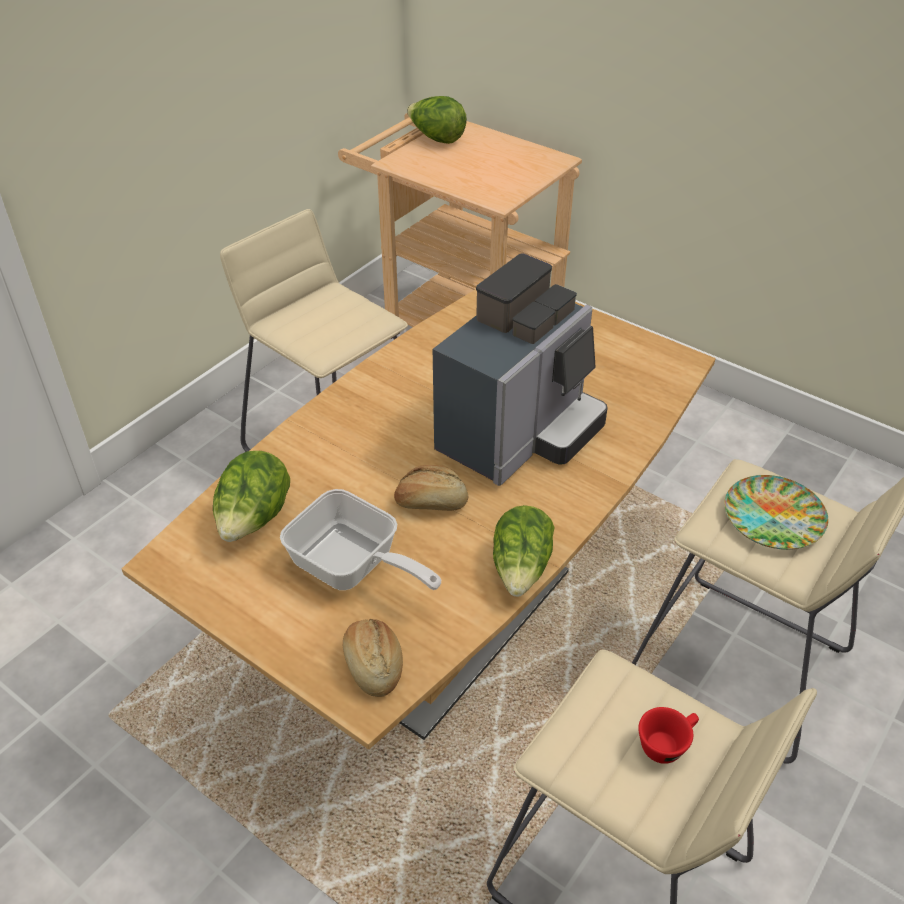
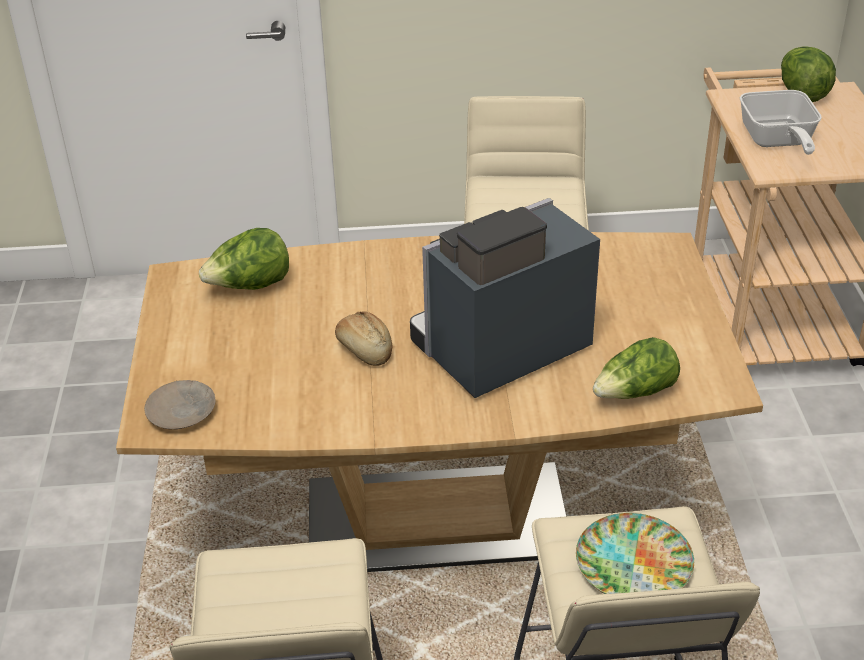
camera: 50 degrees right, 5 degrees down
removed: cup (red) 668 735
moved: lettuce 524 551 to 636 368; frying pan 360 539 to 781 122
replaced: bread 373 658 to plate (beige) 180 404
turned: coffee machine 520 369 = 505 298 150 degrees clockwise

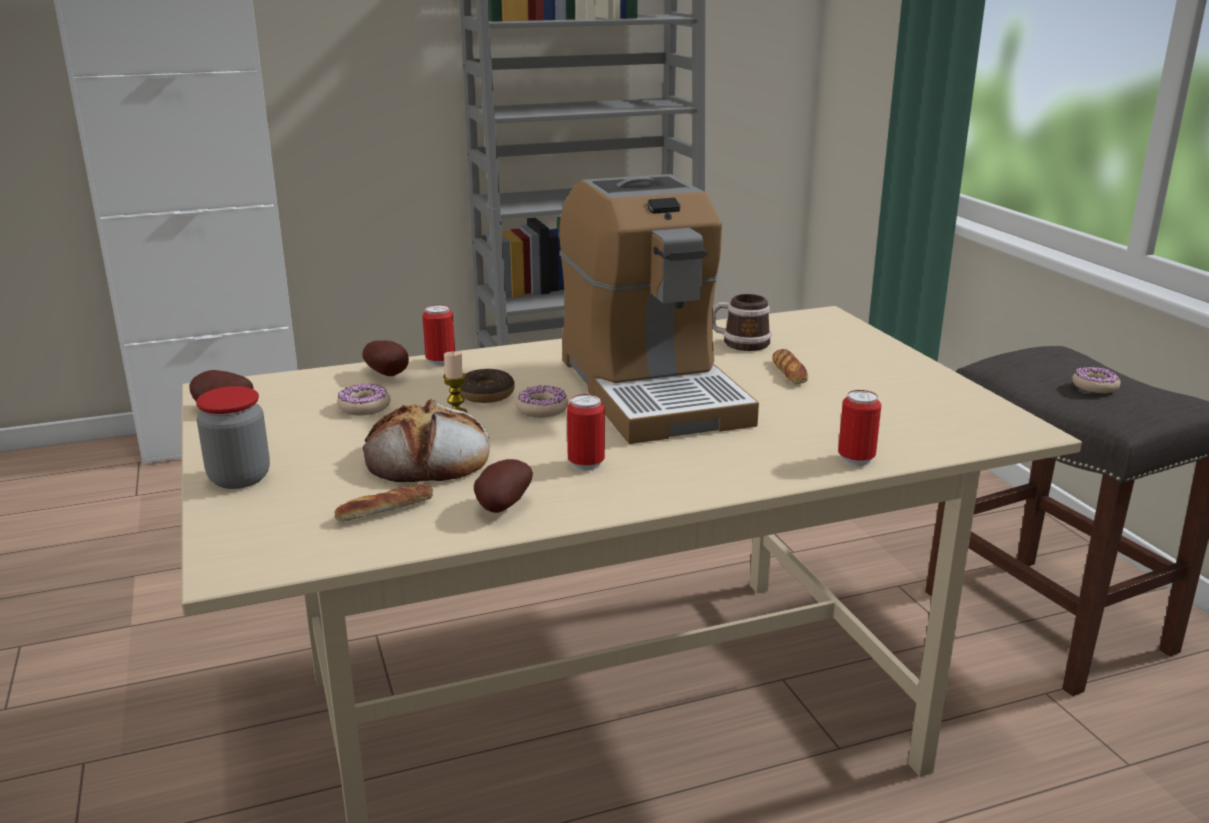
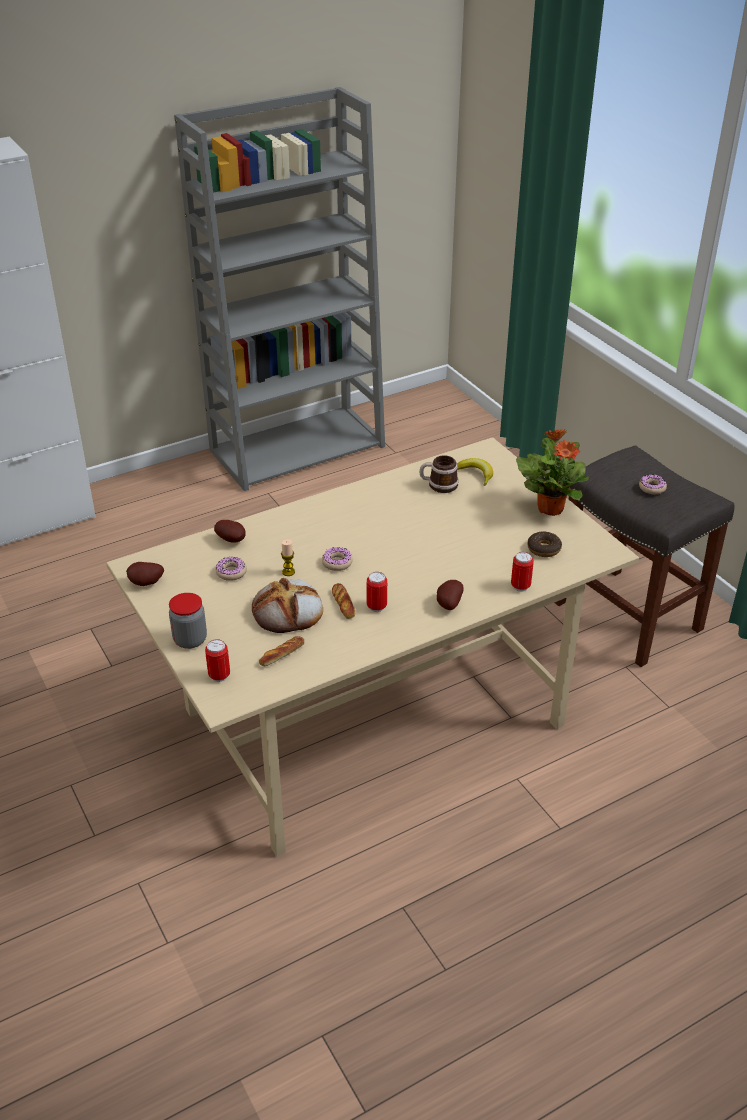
camera: 10 degrees left, 15 degrees up
removed: coffee machine 659 309
added: banana 475 472; potted plant 552 472
moved: can 438 335 to 217 660; bread 790 367 to 343 601; potato 503 486 to 450 595; donut 487 386 to 545 544

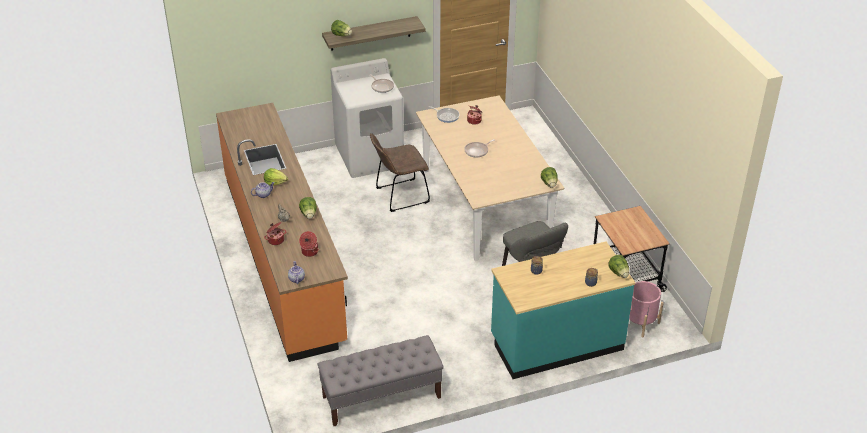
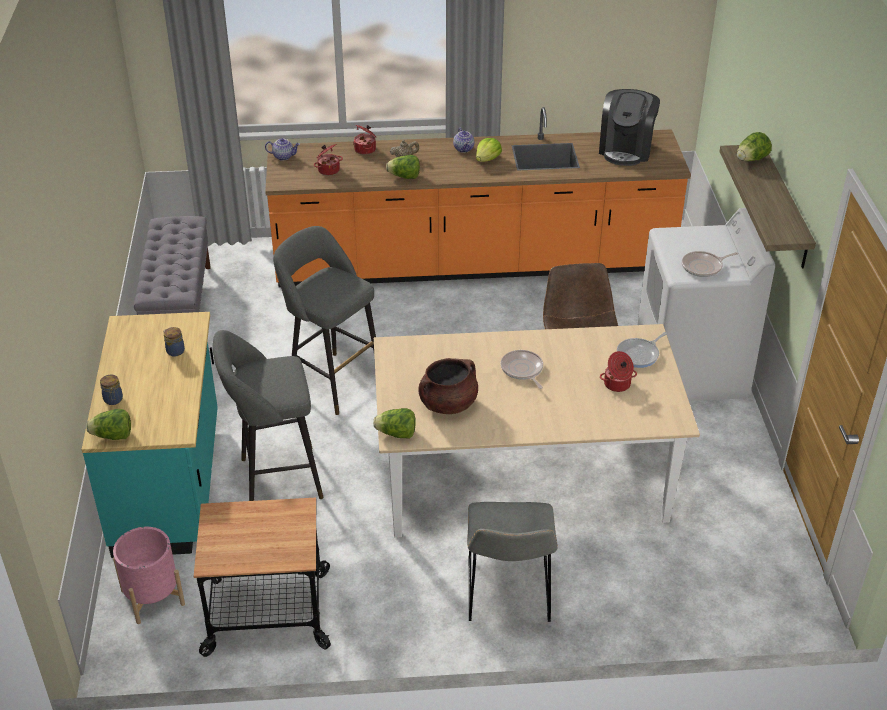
camera: 105 degrees right, 0 degrees up
added: stool (grey) 324 320; cooking pot (brown) 448 386; chair (grey) 512 562; coffee machine 629 127

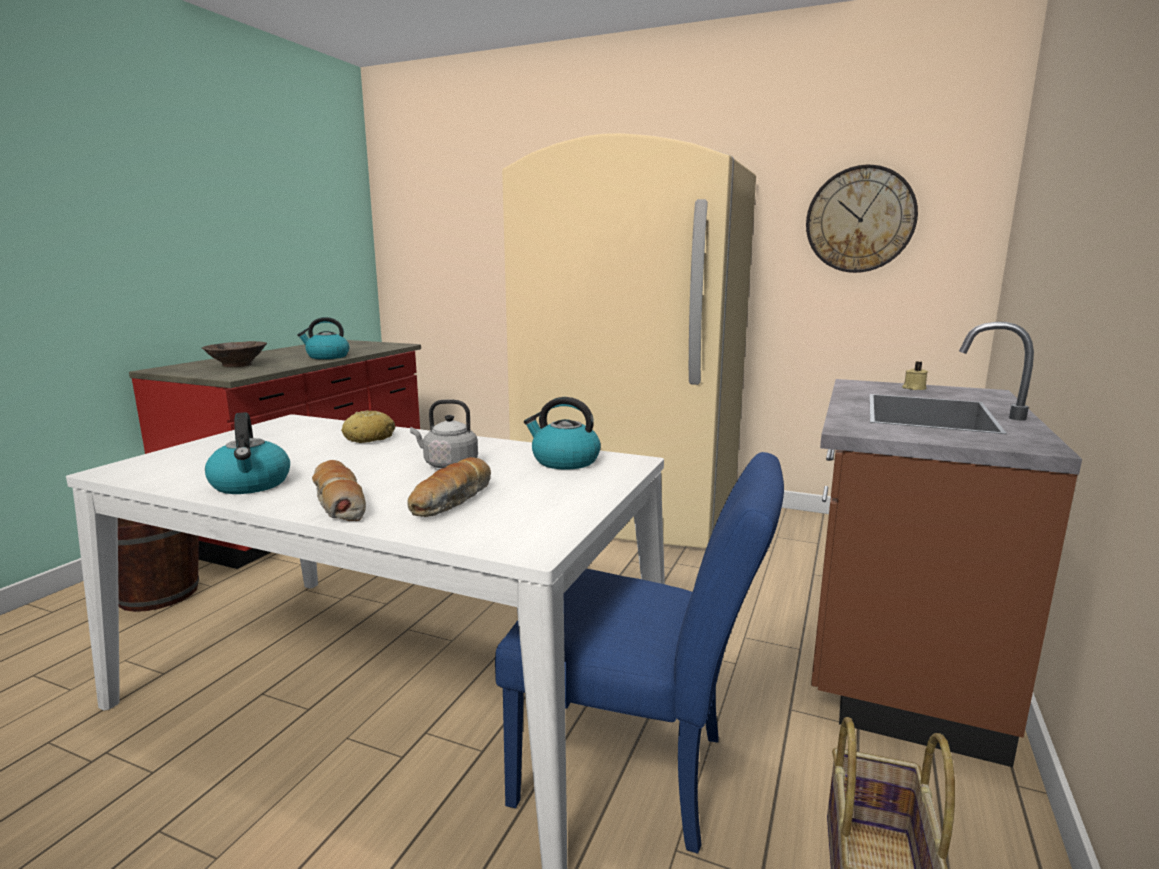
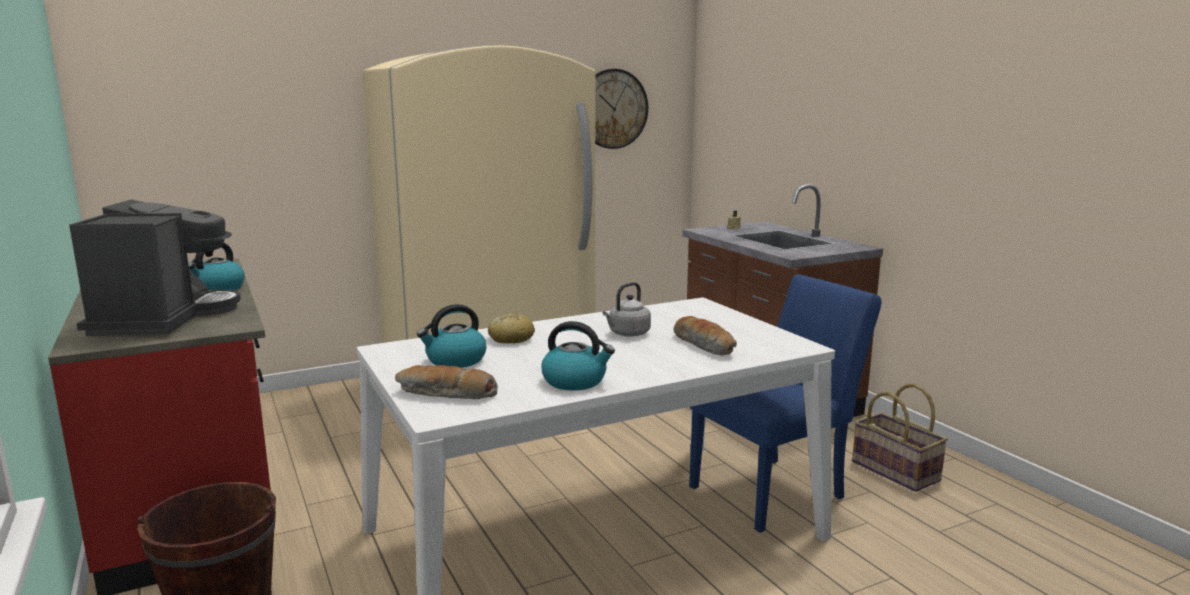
camera: 50 degrees left, 0 degrees up
moved: bread 339 490 to 446 382; kettle 562 433 to 452 336
replaced: bowl (brown) 234 354 to coffee machine 155 268

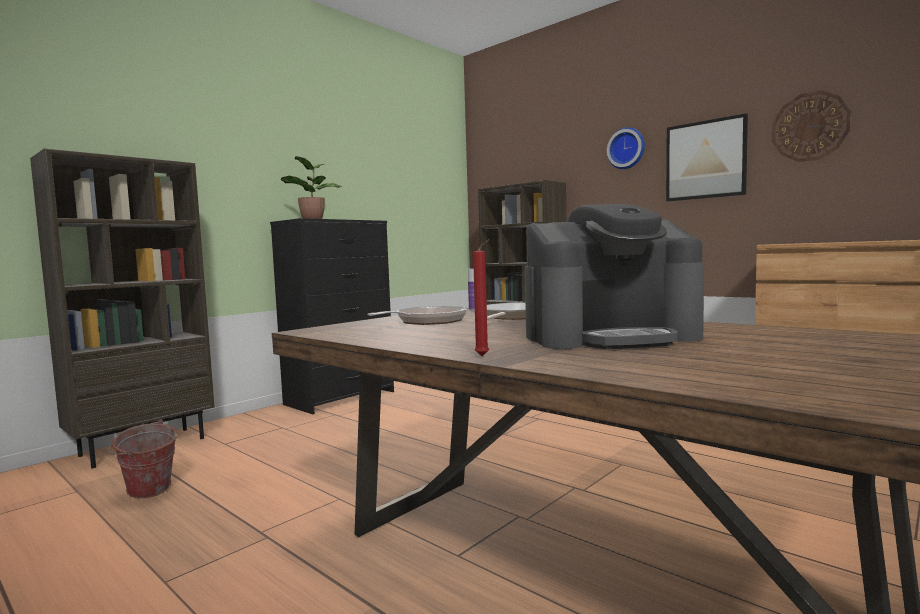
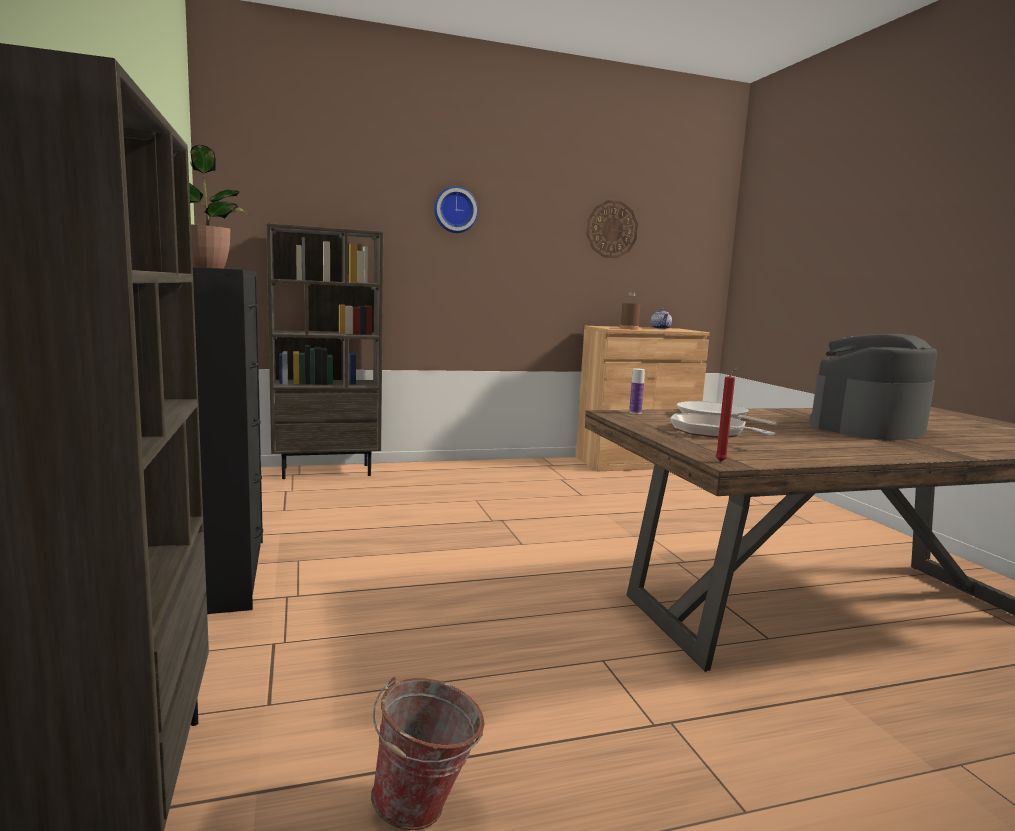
camera: 60 degrees left, 5 degrees up
removed: picture 707 157
added: bottle (brown) 630 311; teapot 661 318
moved: candle (red) 481 297 to 726 414
turned: coffee machine 614 276 = 874 387 150 degrees counterclockwise

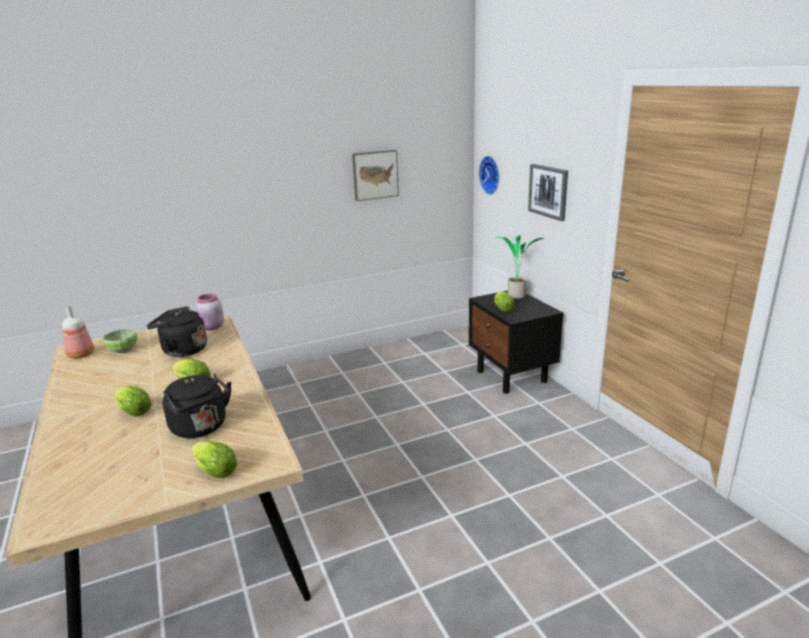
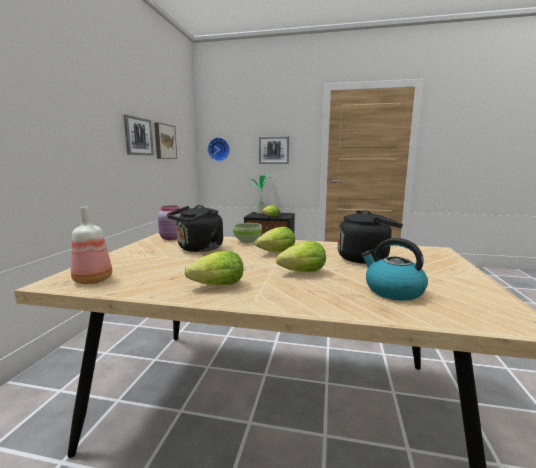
camera: 55 degrees left, 10 degrees down
added: picture 138 134; kettle 394 269
moved: lettuce 214 459 to 213 268; bowl (green) 120 341 to 247 233

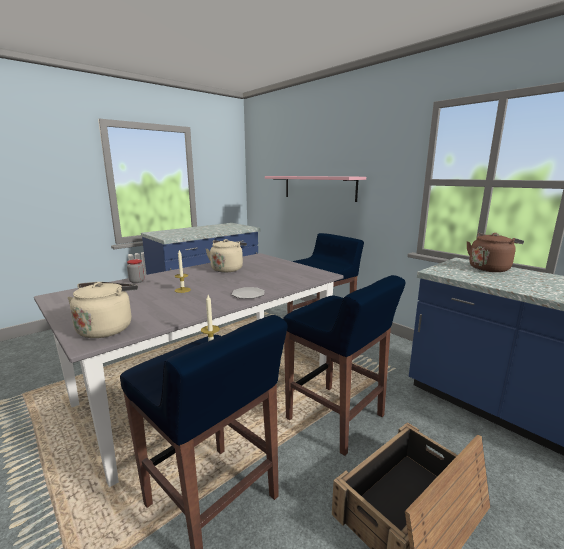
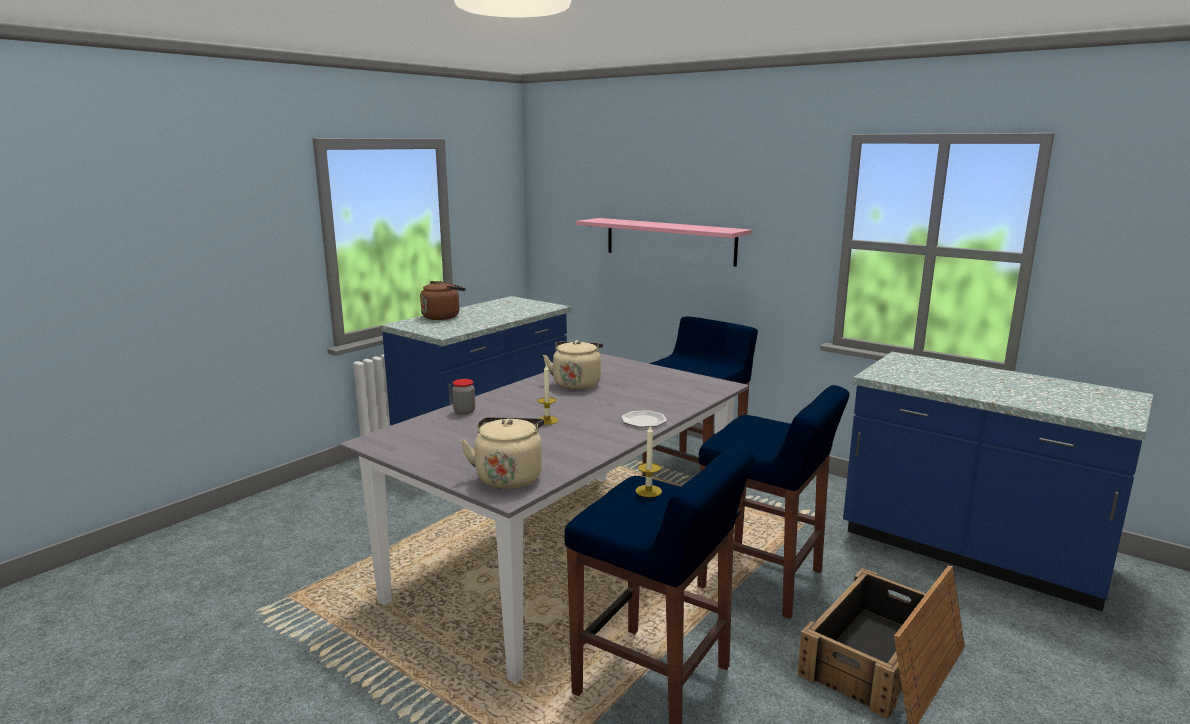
camera: 10 degrees left, 0 degrees up
moved: kettle (brown) 495 252 to 443 300

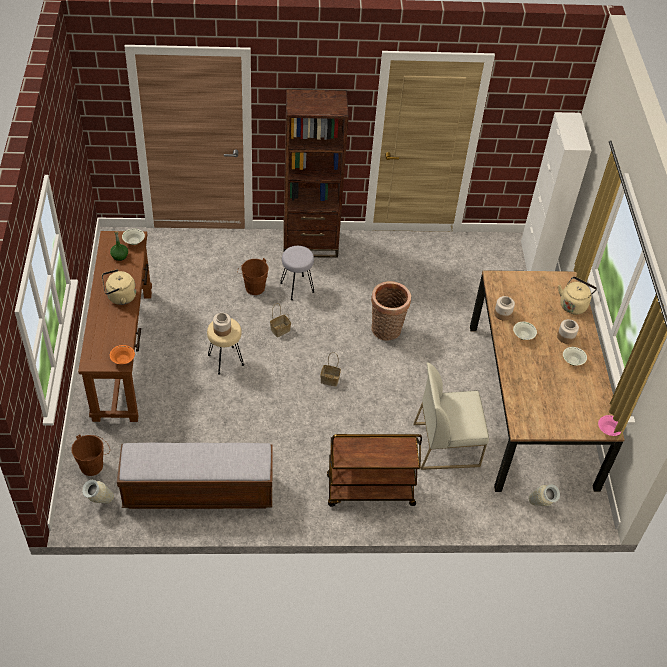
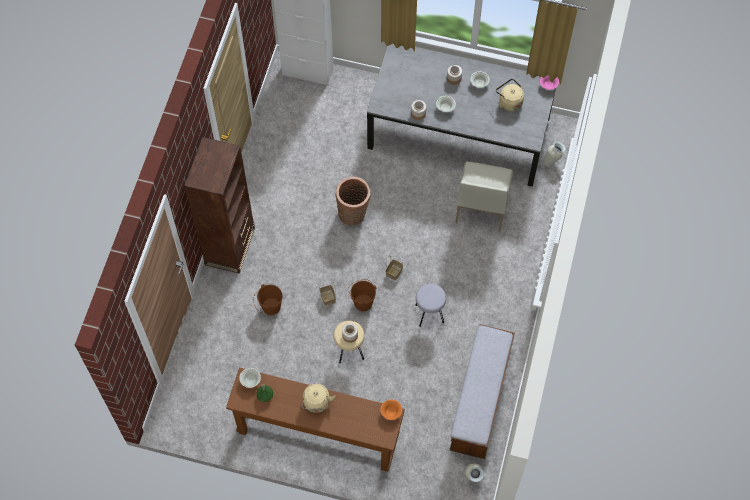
camera: 70 degrees left, 15 degrees up
removed: cart (brown) 374 470
moved: bucket (brown) 90 455 to 362 295; stool (grey) 297 273 to 430 305; kettle (beige) 577 295 to 510 95
recoloured: dining table (brown) 547 381 to dining table (grey) 461 115

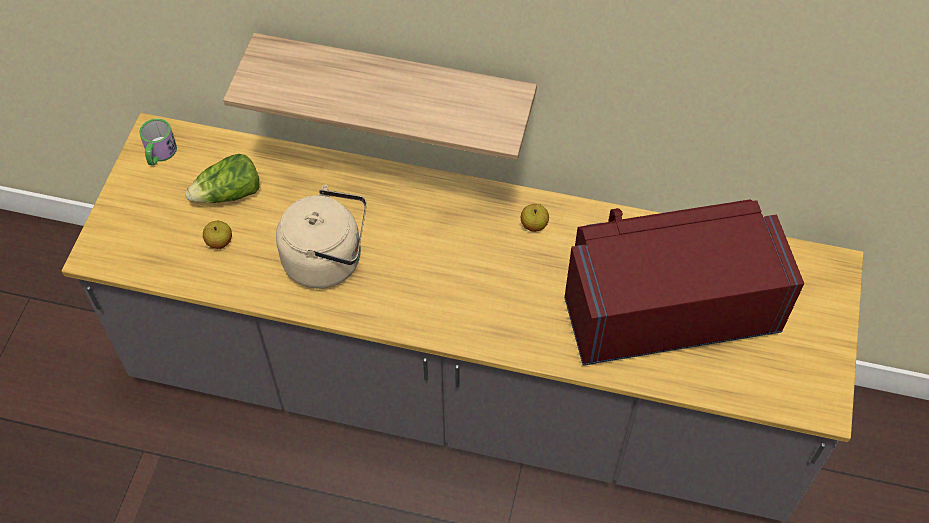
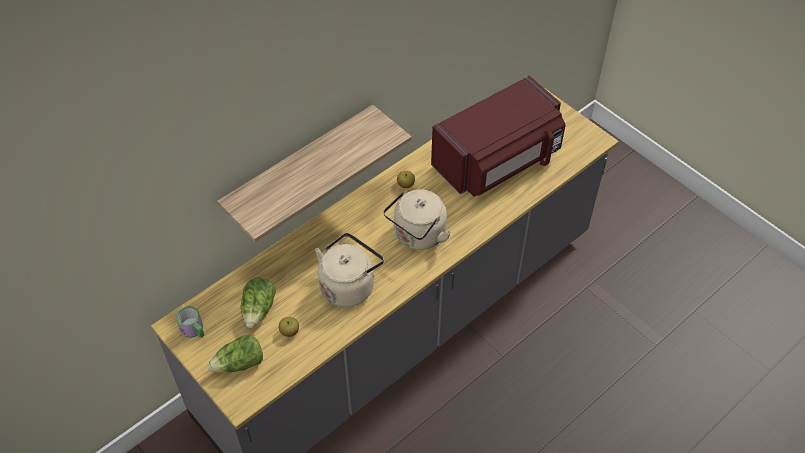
camera: 55 degrees left, 5 degrees down
added: lettuce 235 354; kettle (beige) 417 219
turned: microwave (red) 684 283 = 498 136 150 degrees counterclockwise

